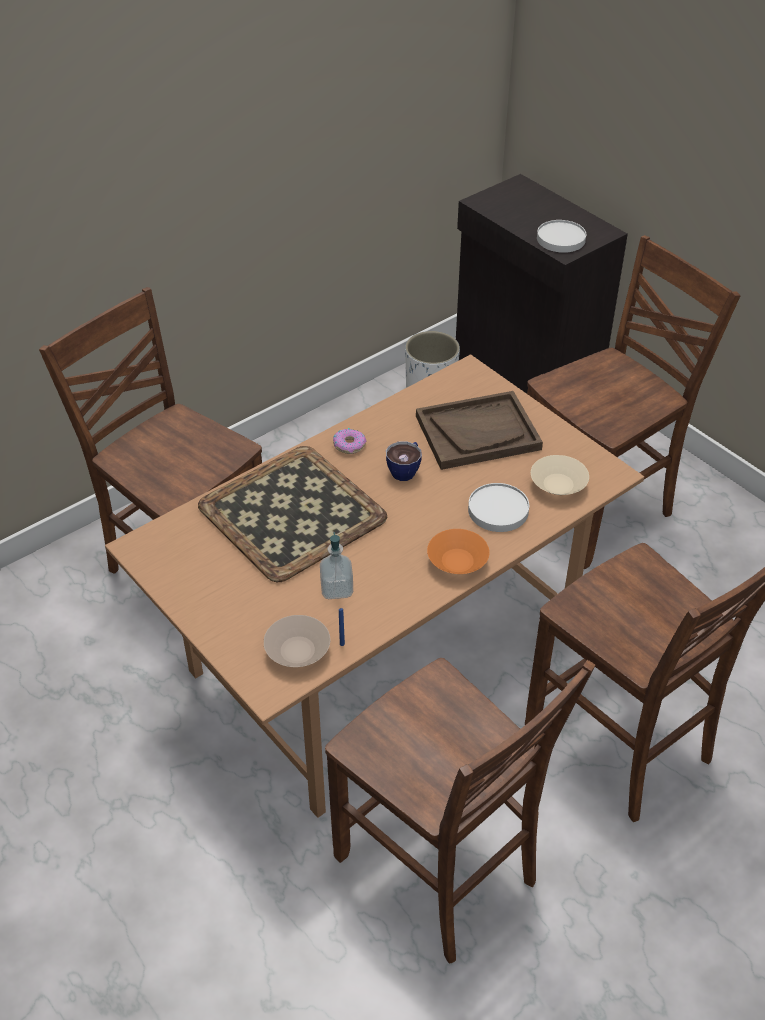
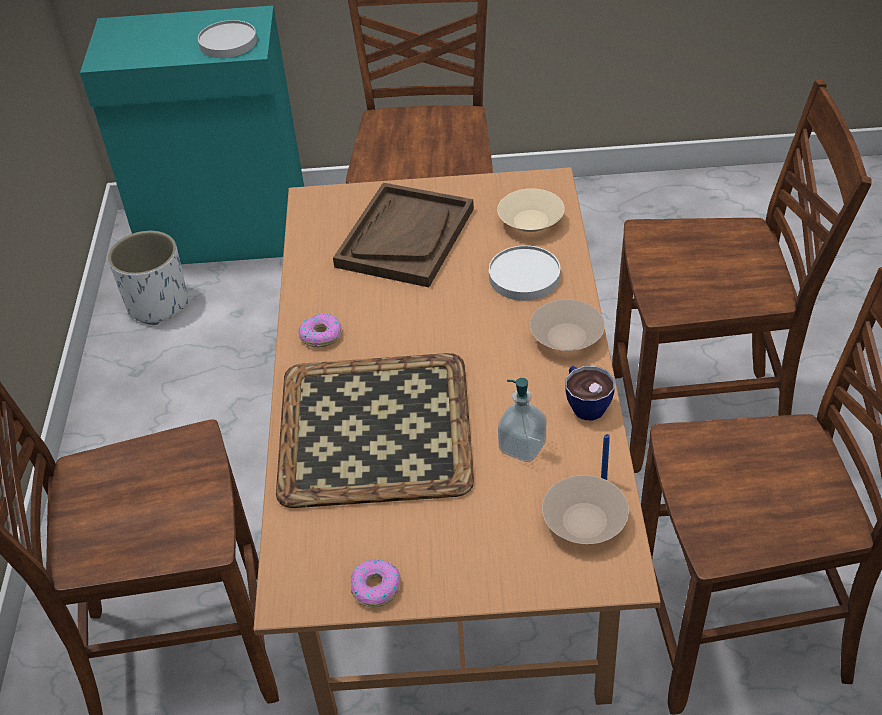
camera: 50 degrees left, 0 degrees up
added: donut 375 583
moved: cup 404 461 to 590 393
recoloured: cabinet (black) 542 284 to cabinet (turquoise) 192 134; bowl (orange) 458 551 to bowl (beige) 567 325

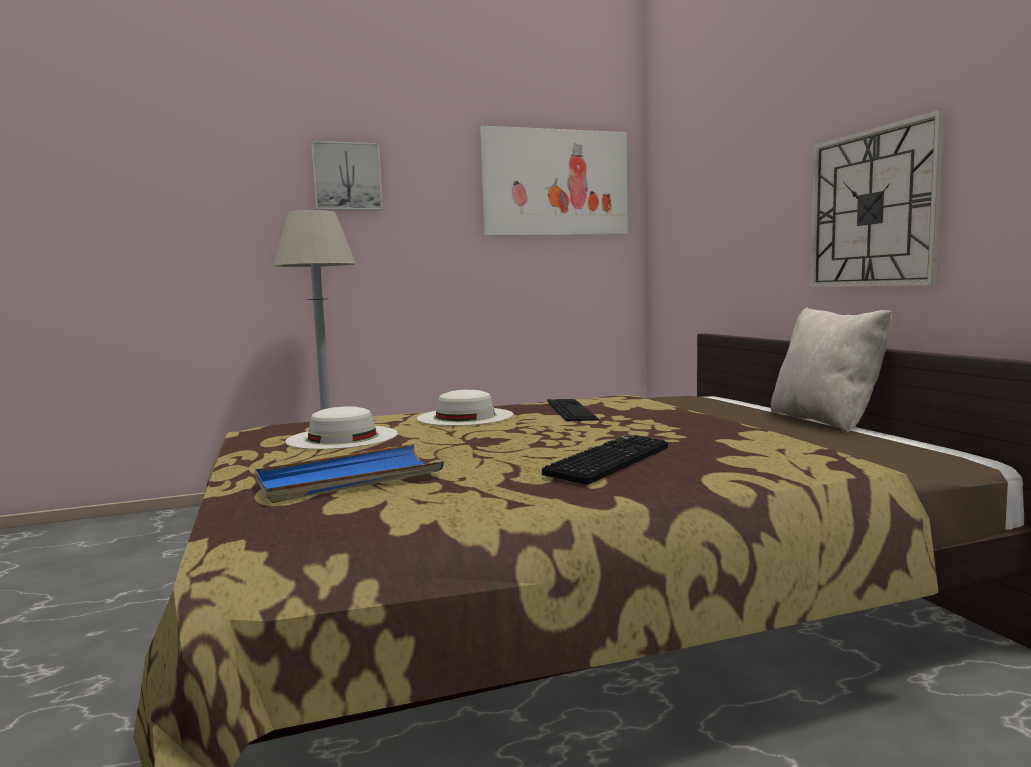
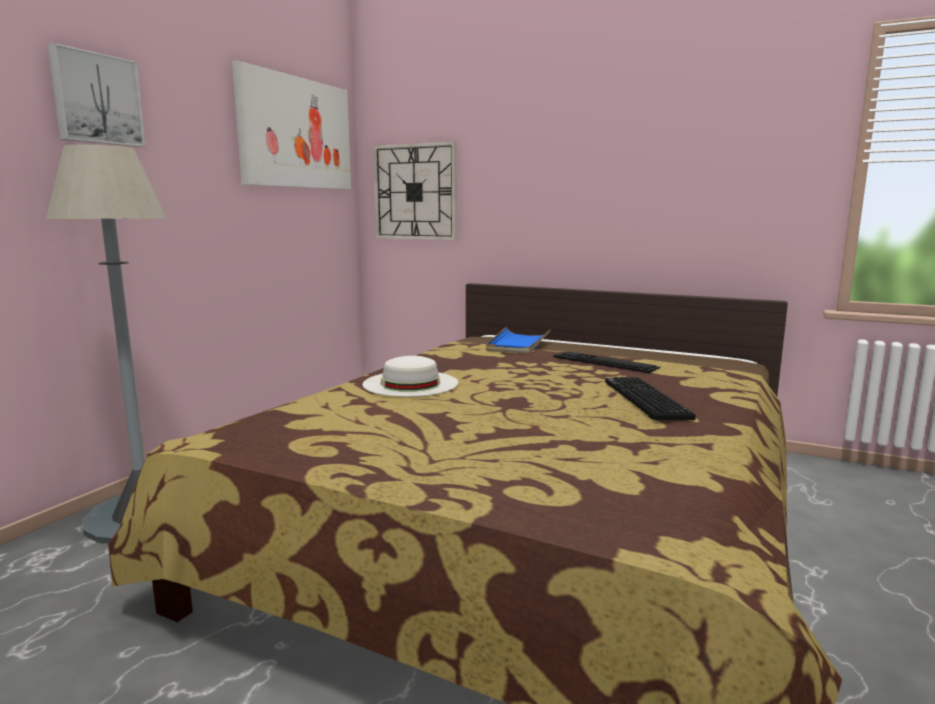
camera: 45 degrees left, 5 degrees up
removed: hat (white) 341 428; pillow (beige) 831 370
moved: wall clock 878 198 to 415 190; tray (blue) 349 473 to 518 340; keyboard 573 410 to 607 362

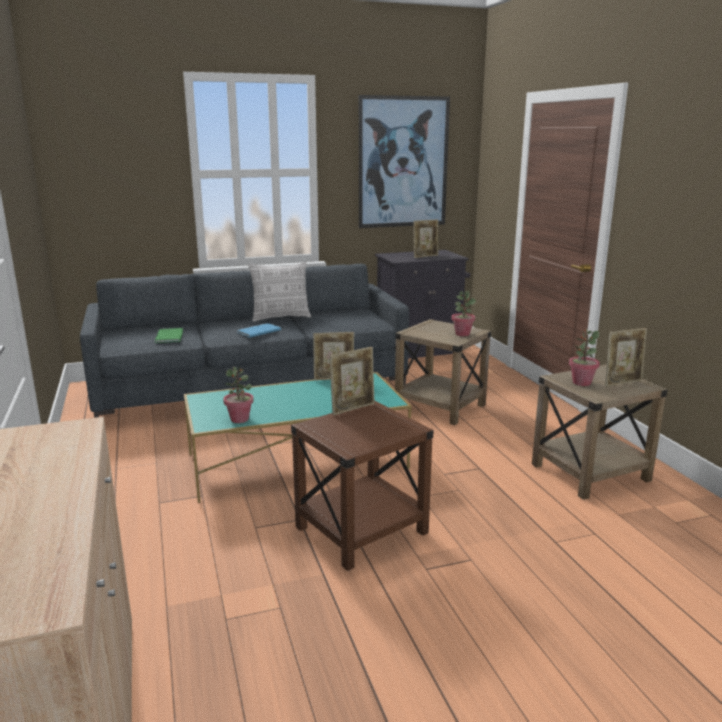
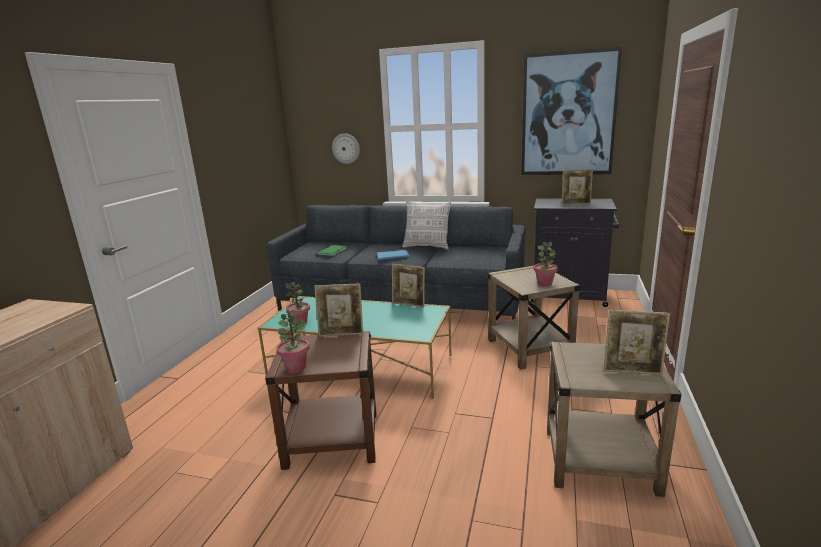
camera: 35 degrees right, 0 degrees up
added: wall clock 346 148
moved: potted plant 584 357 to 293 342

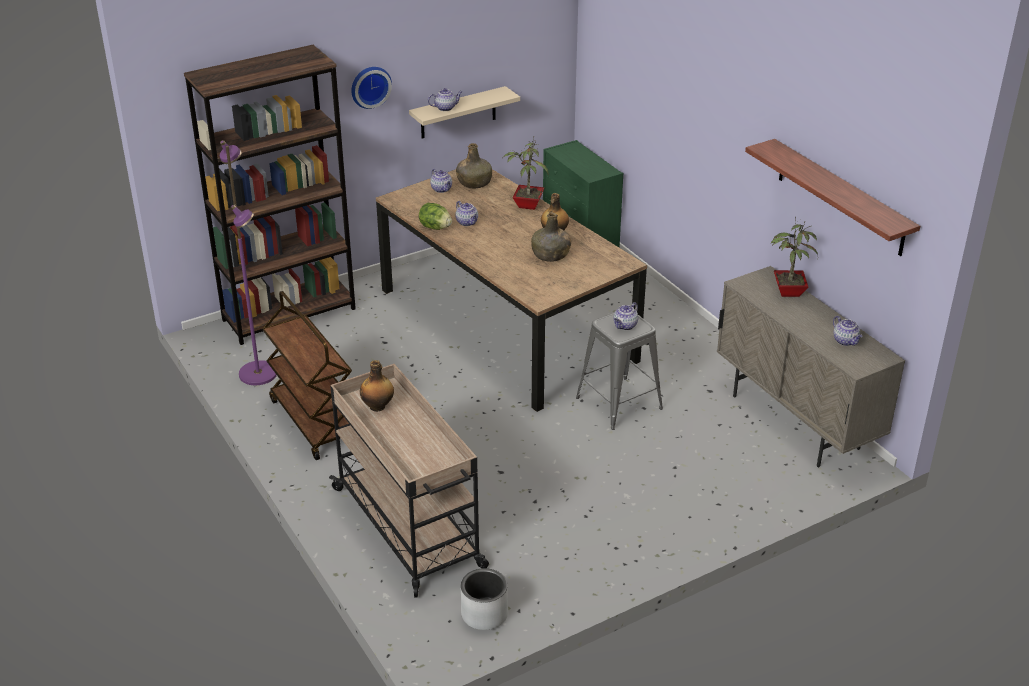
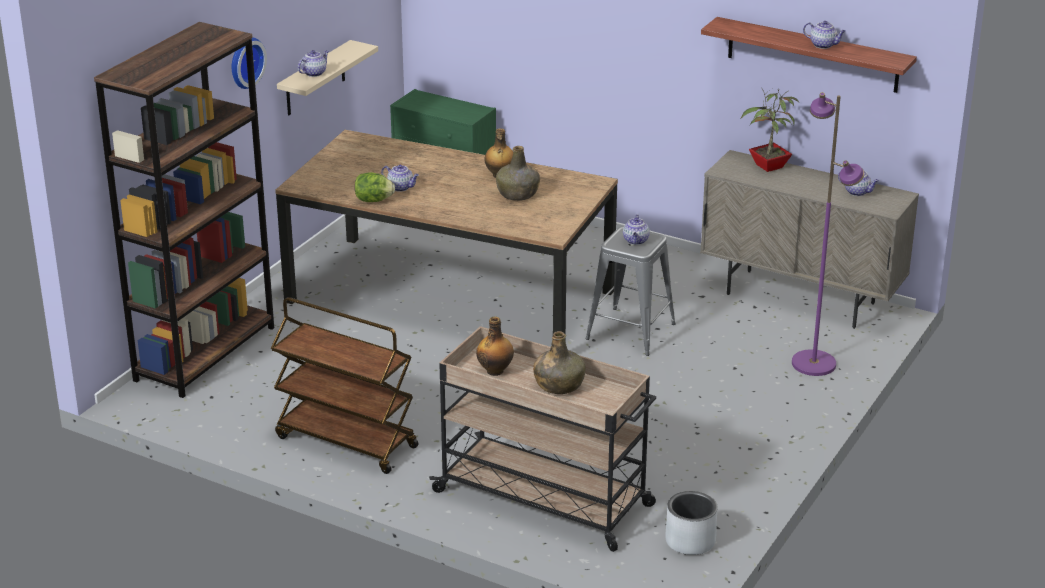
camera: 30 degrees left, 5 degrees down
removed: potted plant 526 173
moved: bottle (green) 474 165 to 559 362; floor lamp (purple) 248 262 to 828 234; teapot 441 181 to 824 35

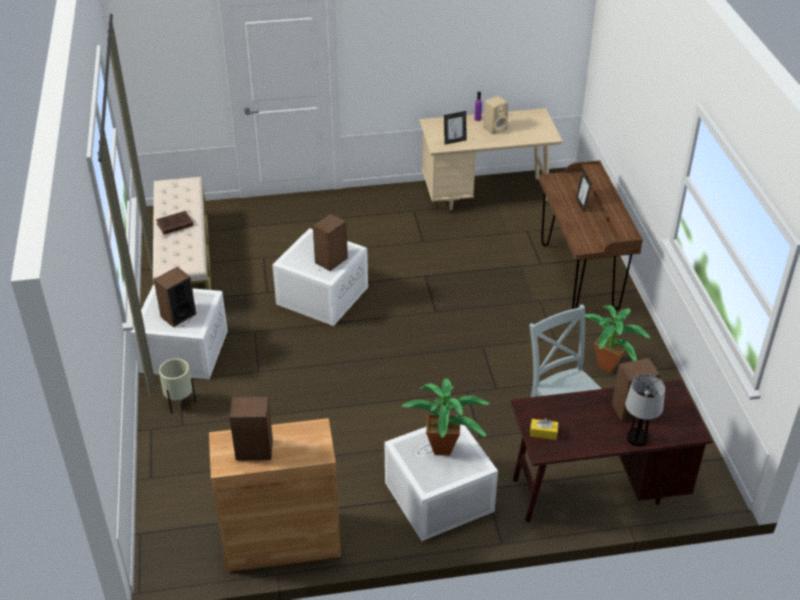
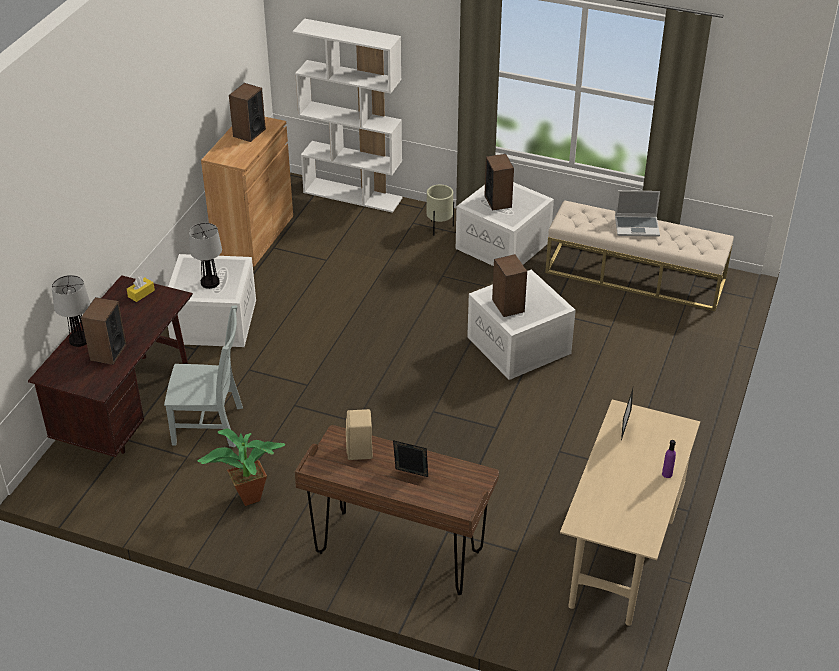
camera: 120 degrees right, 0 degrees up
added: bookcase (white) 347 116
moved: speaker (beige) 495 115 to 359 434
replaced: potted plant 445 417 to table lamp 205 256; book (brown) 175 223 to laptop 637 213

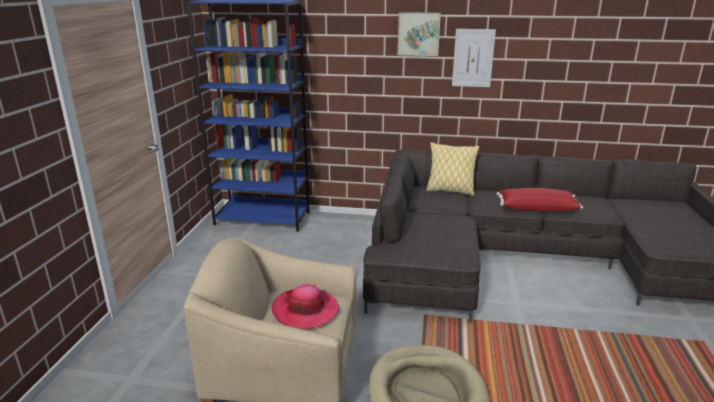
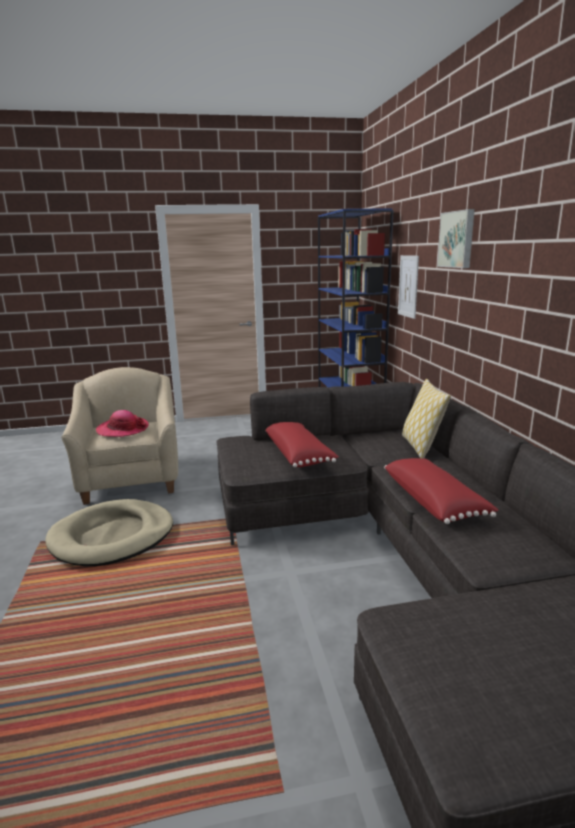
camera: 70 degrees right, 5 degrees down
added: pillow (red) 302 444
moved: picture 474 58 to 408 287

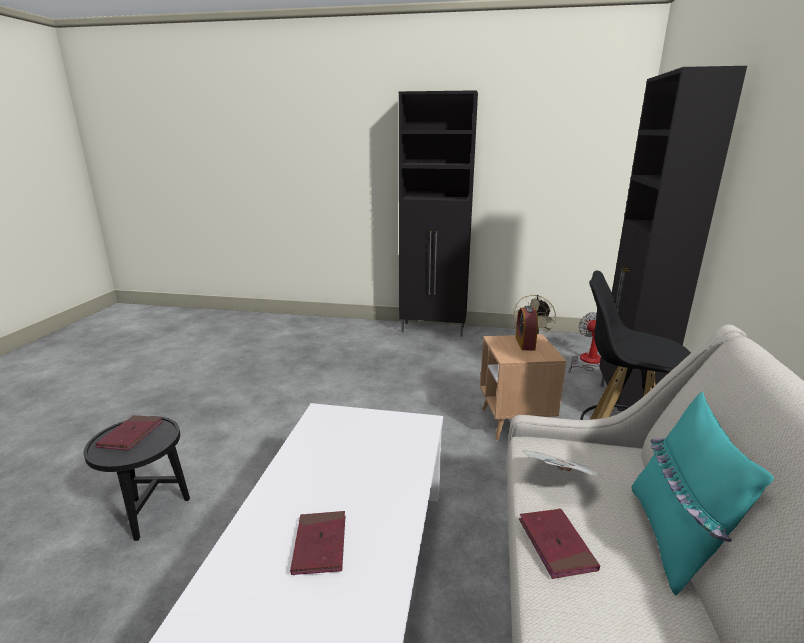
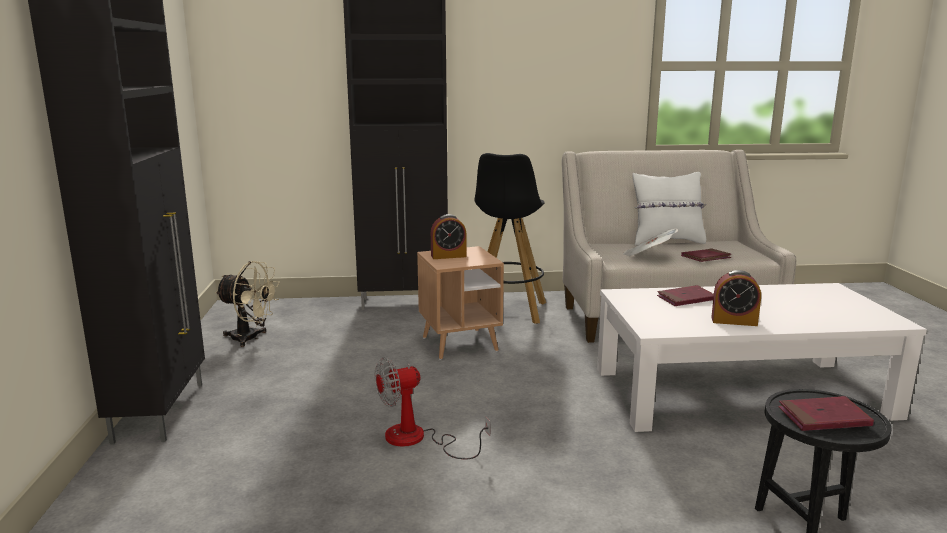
camera: 105 degrees left, 5 degrees down
added: alarm clock 736 298
moved: fan 584 342 to 432 408; book (red) 317 543 to 685 295
recoloured: pillow (turquoise) 702 493 to pillow (white) 669 208

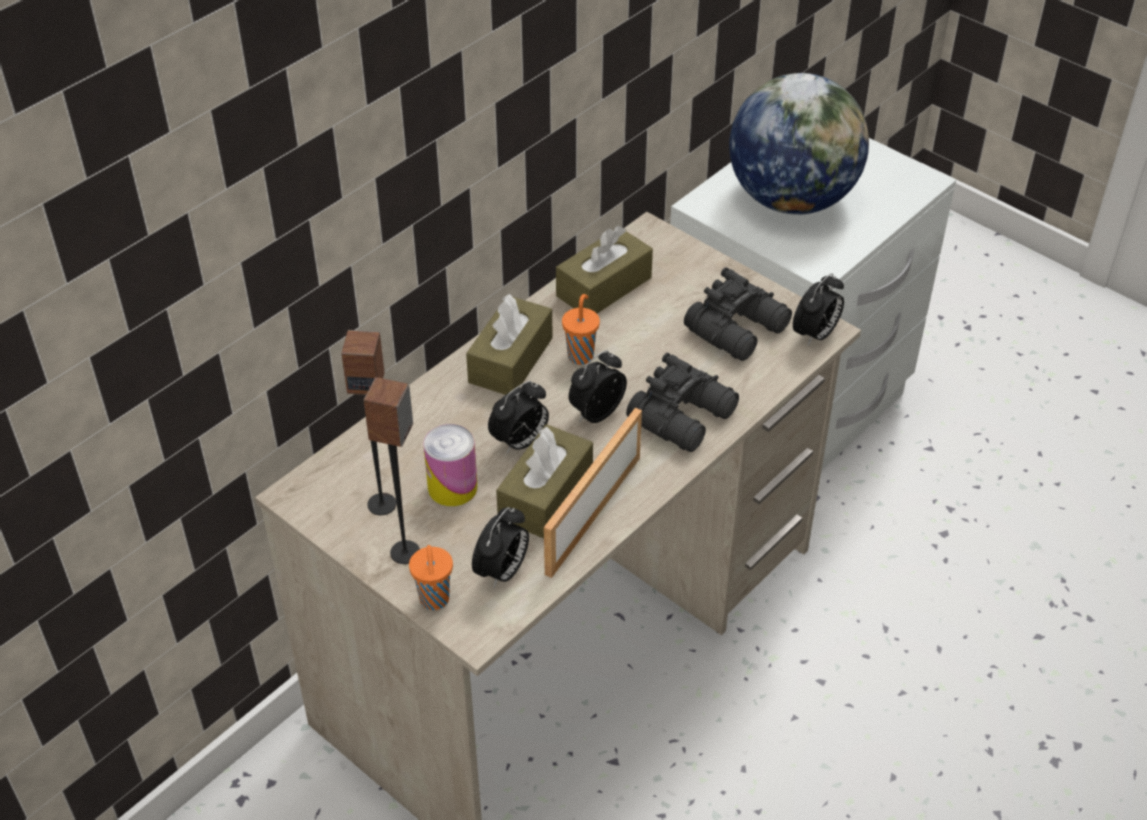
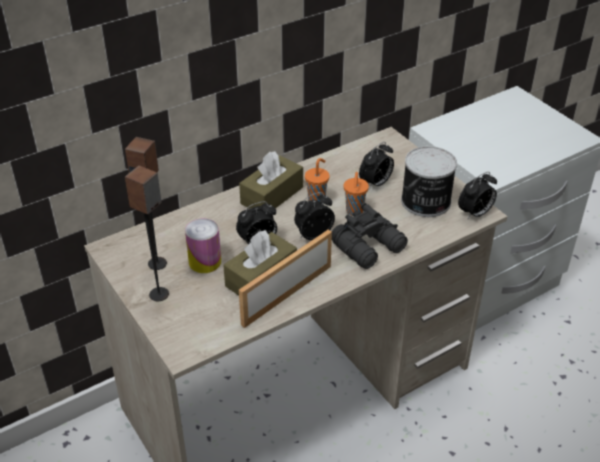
camera: 15 degrees right, 5 degrees down
removed: tissue box (brown) 604 269; globe 799 144
moved: cup (orange) 431 577 to 356 194; alarm clock 500 547 to 376 166
replaced: binoculars (black) 738 314 to can 429 181

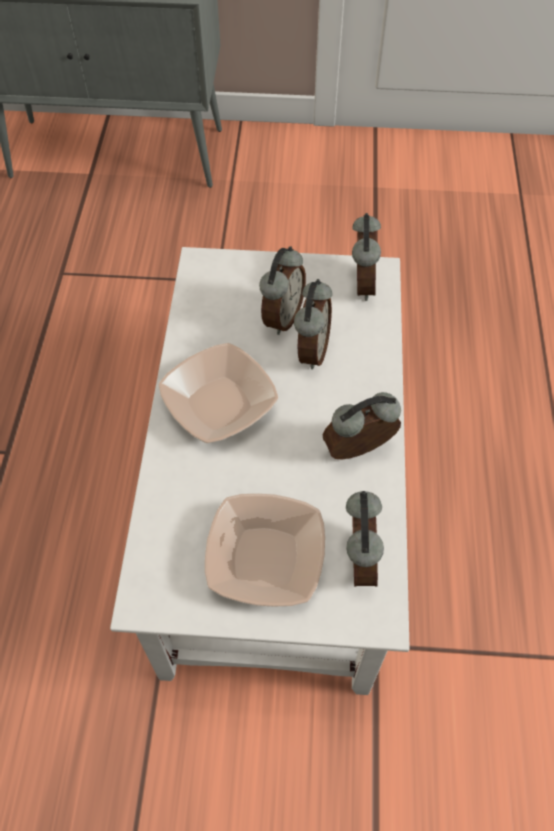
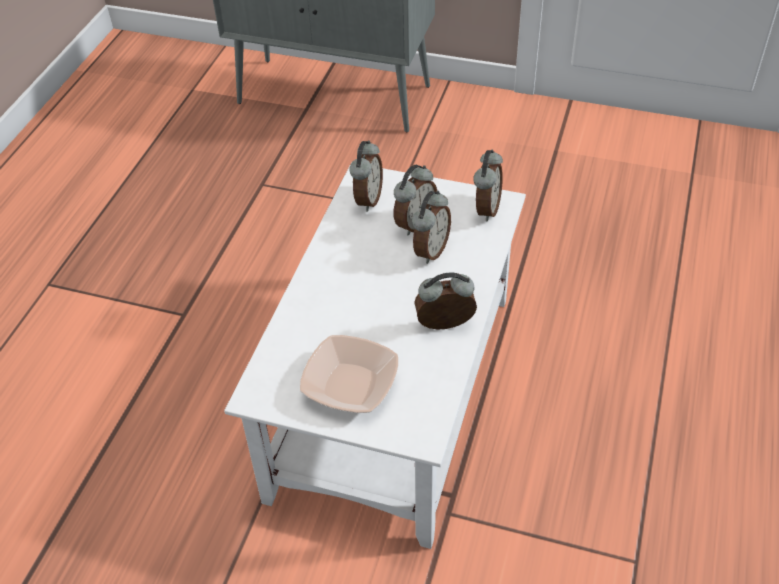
camera: 15 degrees right, 10 degrees down
removed: bowl 218 393
moved: alarm clock 365 539 to 366 176

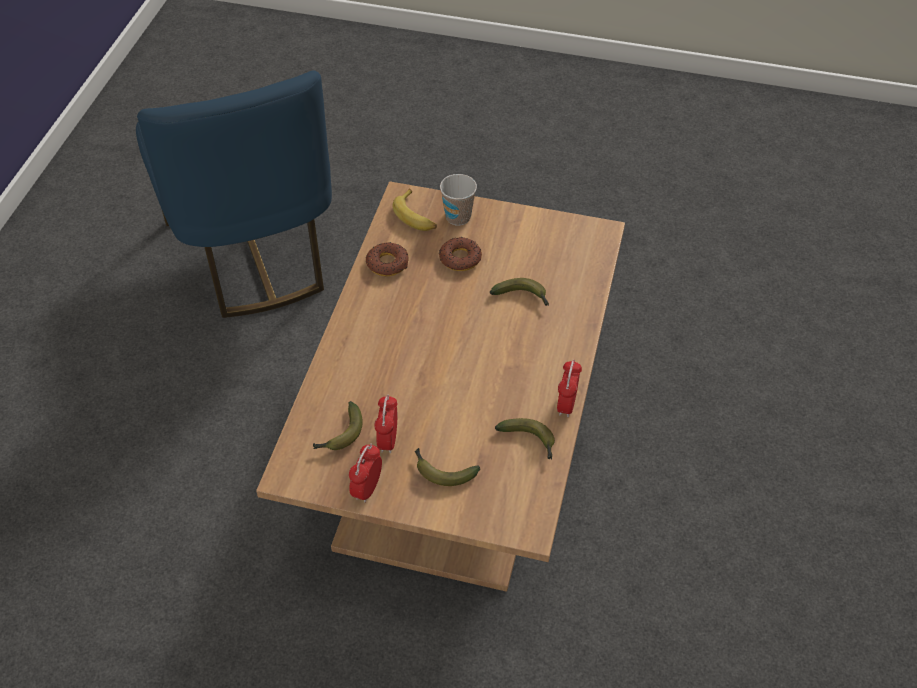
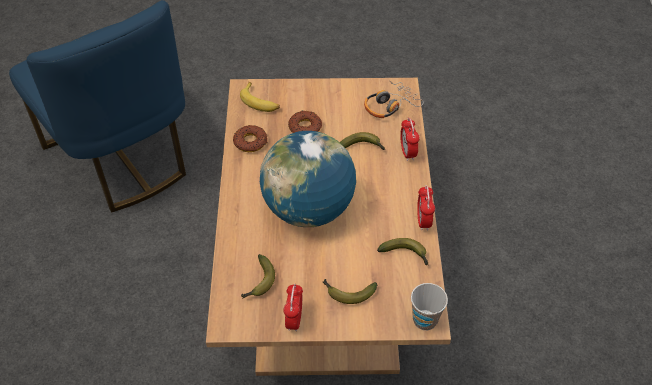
camera: 15 degrees left, 0 degrees up
added: globe 308 179; headphones 394 99
moved: alarm clock 386 424 to 410 139; cup 458 200 to 429 306

